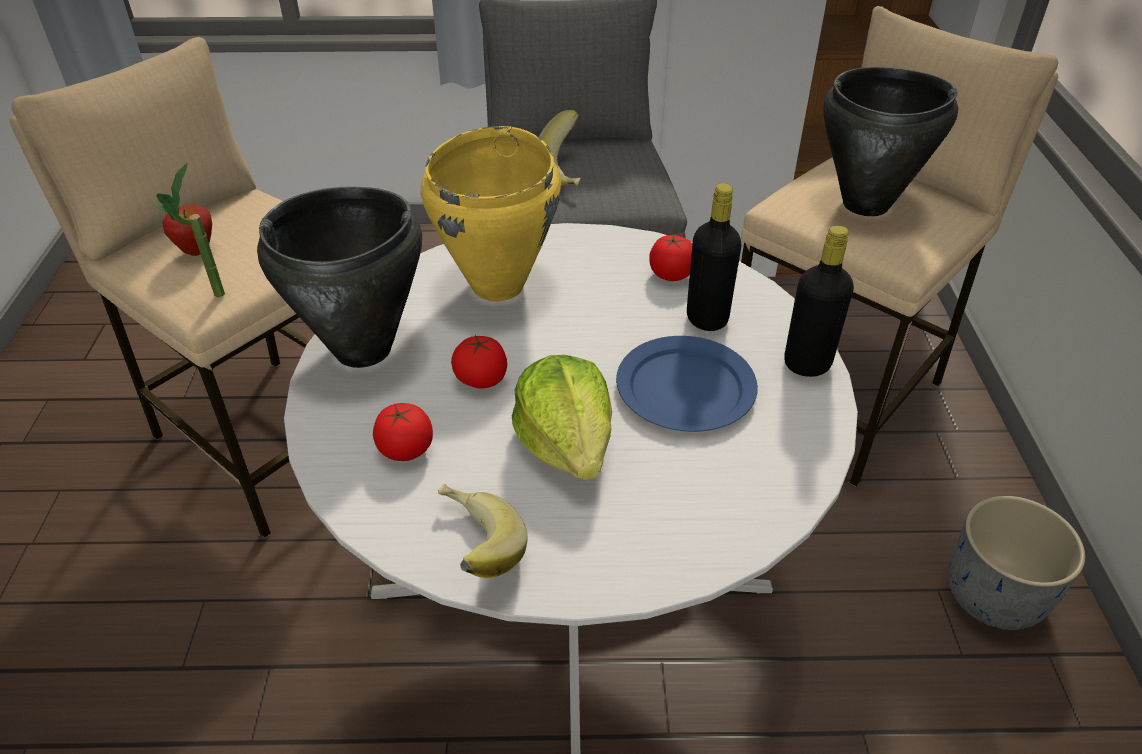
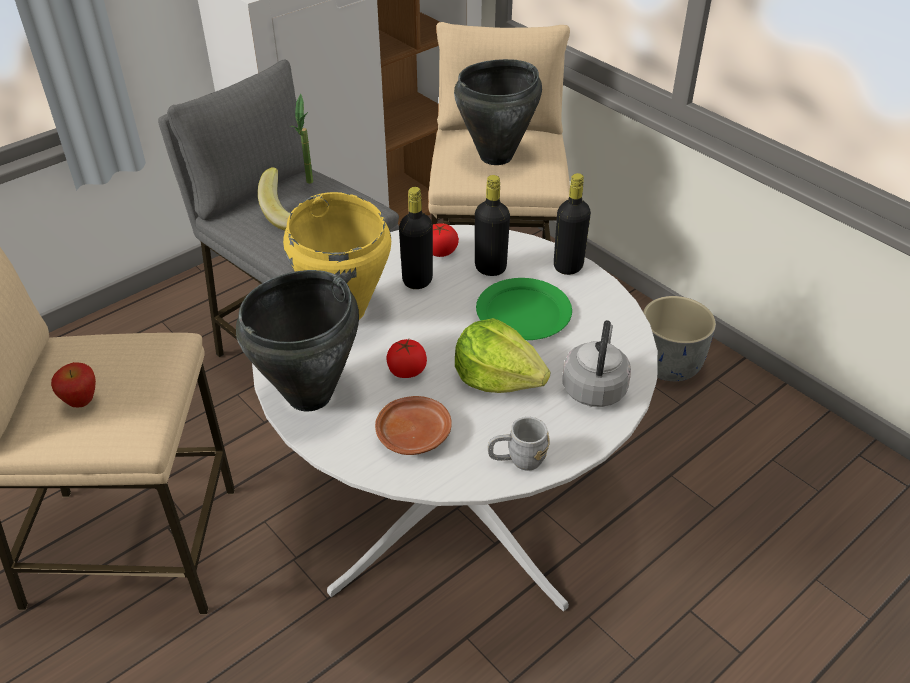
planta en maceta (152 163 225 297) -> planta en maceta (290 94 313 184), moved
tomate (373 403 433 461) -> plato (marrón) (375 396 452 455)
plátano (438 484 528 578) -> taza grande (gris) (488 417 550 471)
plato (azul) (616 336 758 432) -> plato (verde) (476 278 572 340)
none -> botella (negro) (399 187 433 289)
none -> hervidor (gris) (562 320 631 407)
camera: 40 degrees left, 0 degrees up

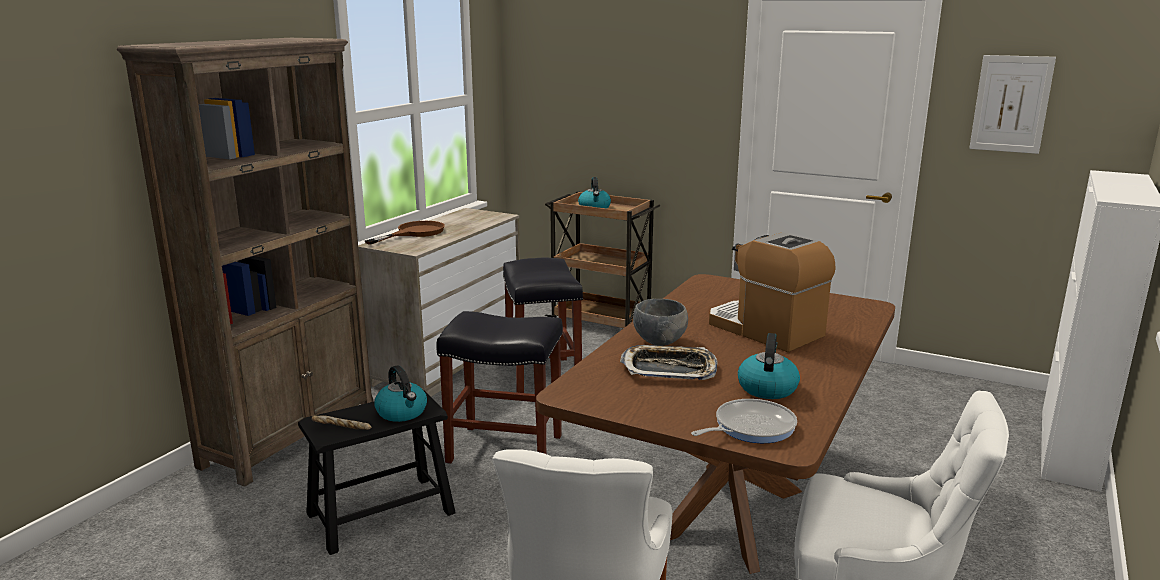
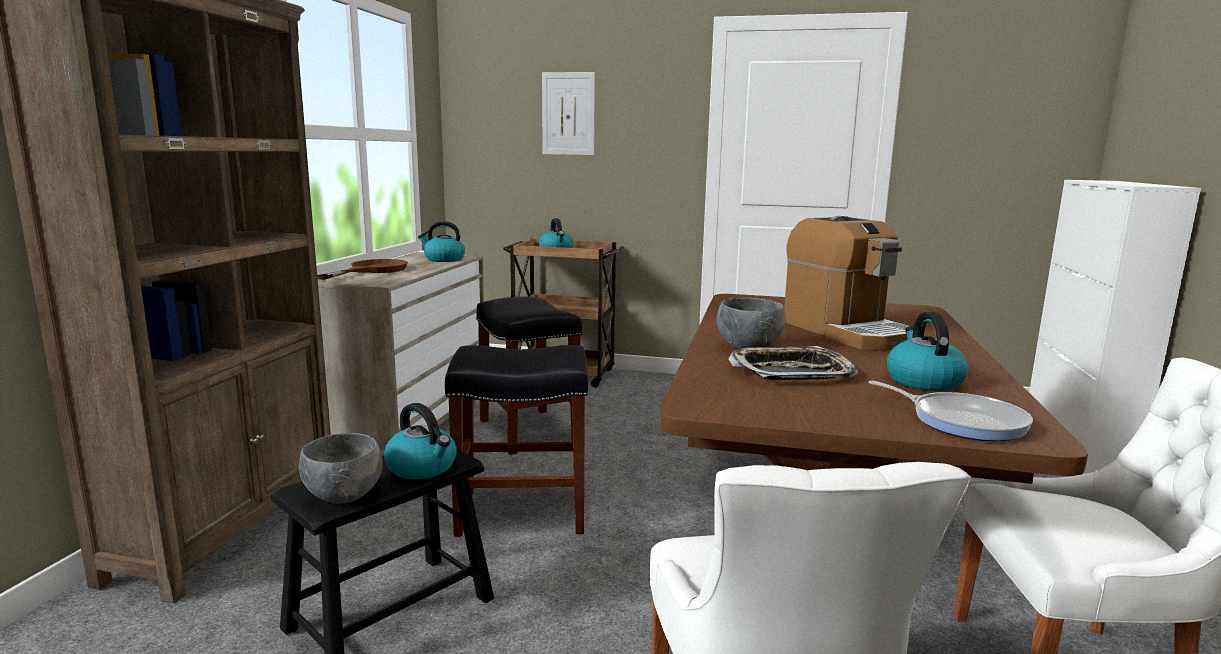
pan (312 415 372 430) -> cuenco (gris) (299 433 383 504)
sartén (691 399 797 443) -> sartén (869 381 1033 441), 90 degrees clockwise
cafetera (709 232 836 352) -> cafetera (784 216 909 351), 150 degrees counterclockwise
cuadro (969 55 1056 154) -> cuadro (542 72 595 155), moved
none -> hervidor (418 221 465 262)
camera: 15 degrees left, 5 degrees down

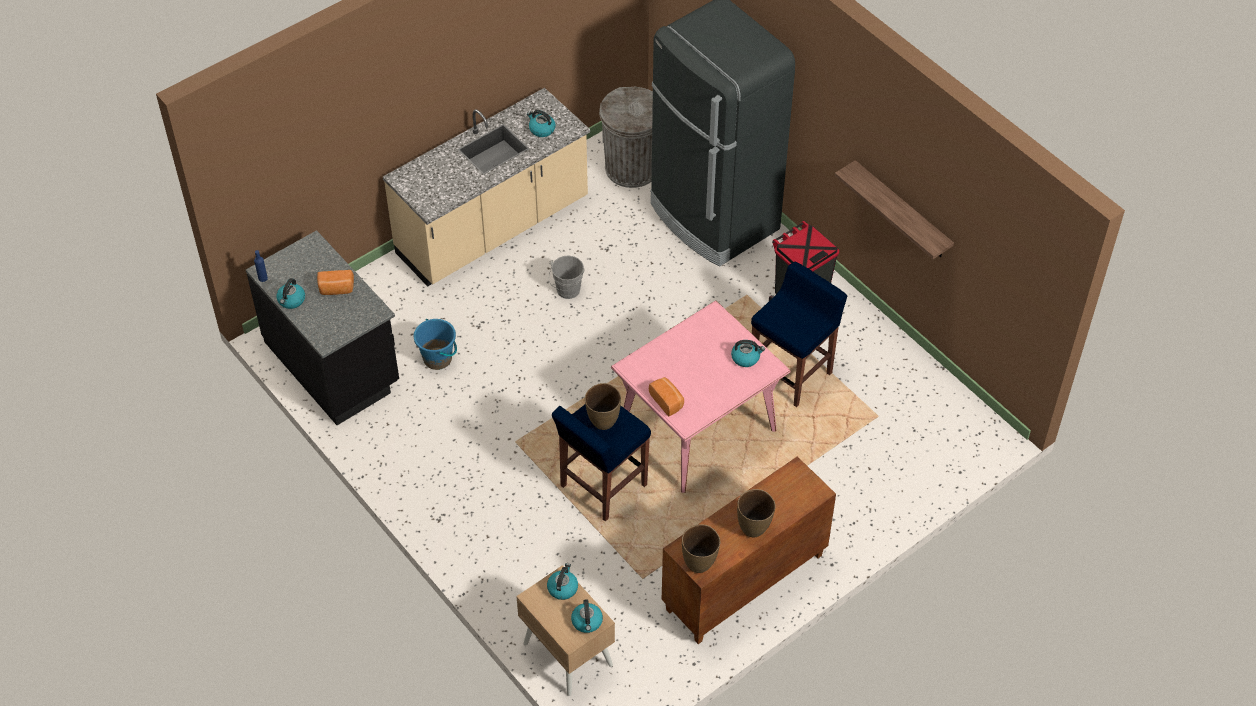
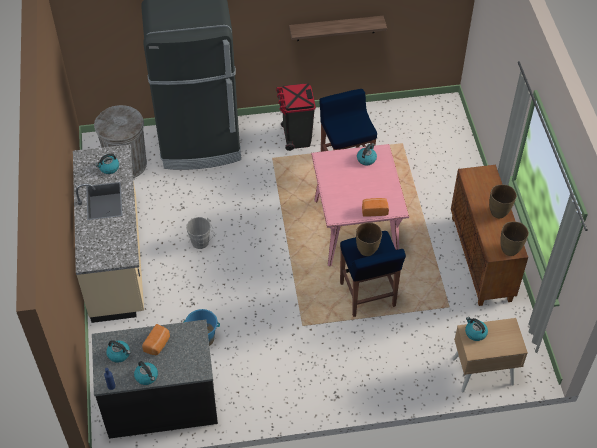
hervidor (571 599 603 633) -> hervidor (106 340 131 363), moved
camera: 60 degrees left, 0 degrees up

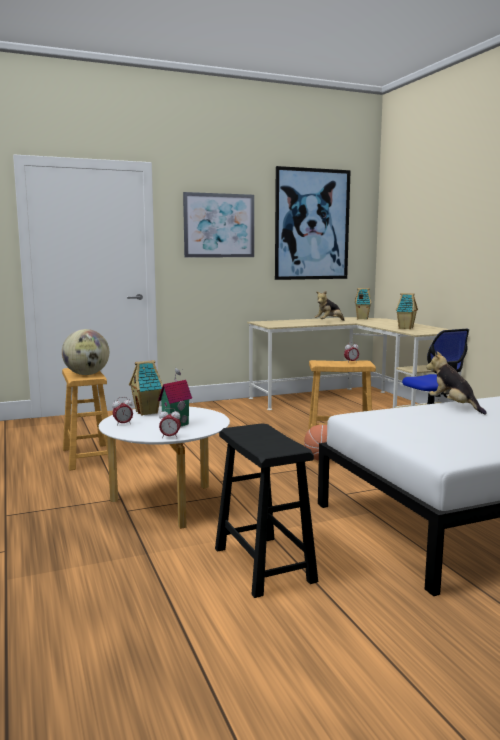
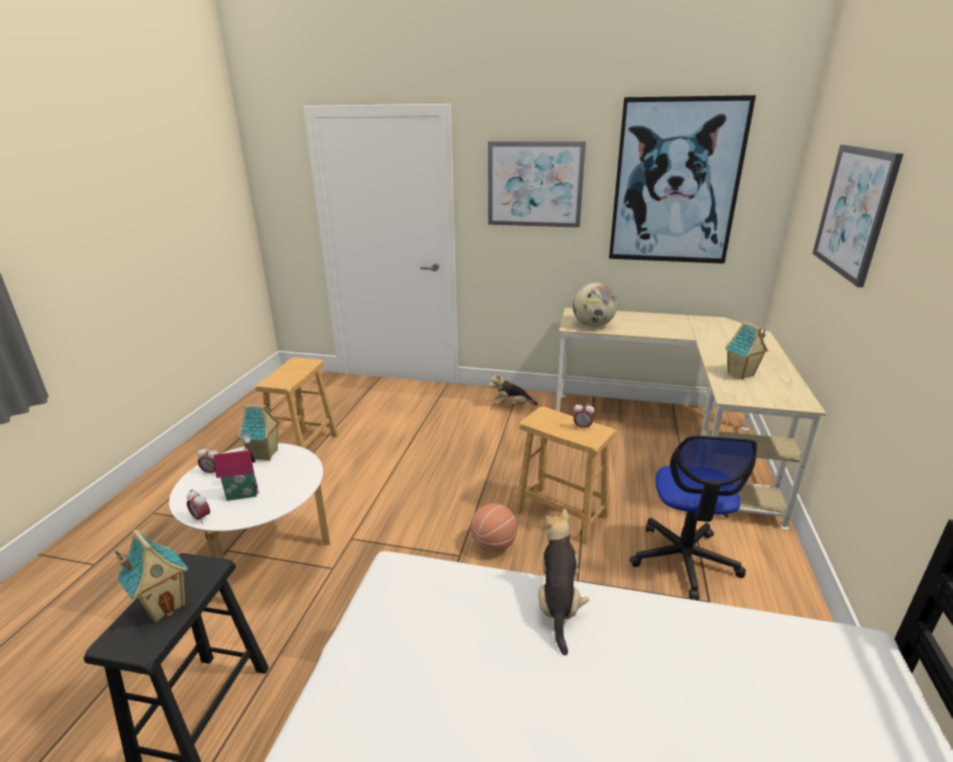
globo terráqueo (62 329 109 375) -> globo terráqueo (572 282 618 327), moved
peluche (314 291 344 321) -> peluche (489 373 538 405), moved
casita (355 288 371 320) -> casita (115 529 189 622), moved
none -> cuadro (813 145 903 287)
camera: 35 degrees right, 15 degrees up

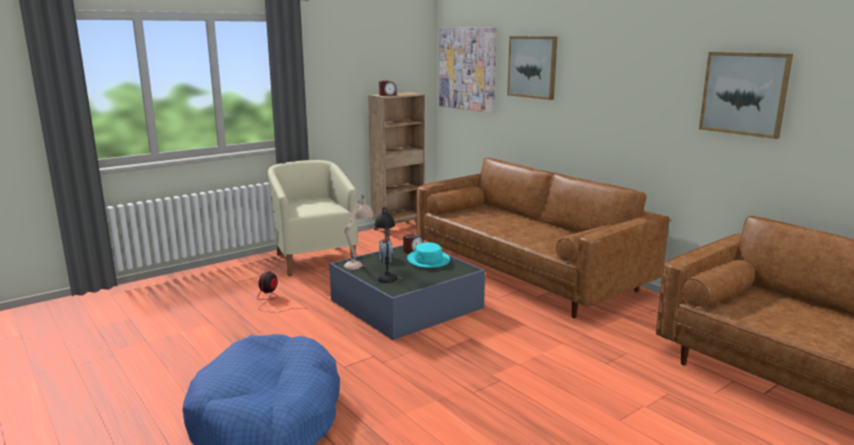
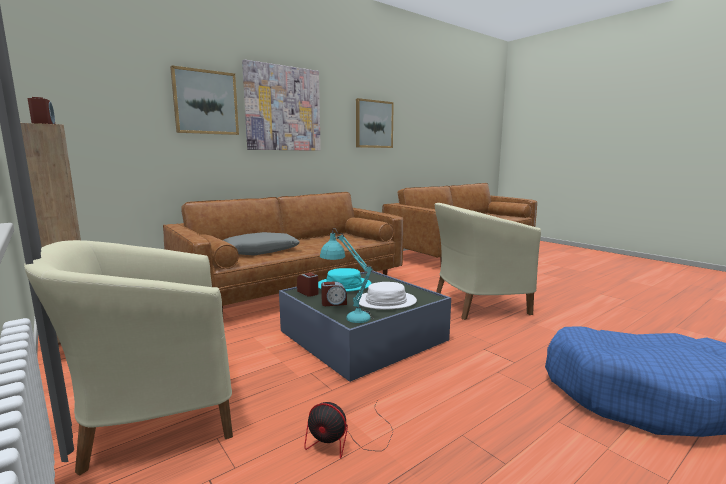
lámpara de mesa (beis) (344 196 374 271) -> lámpara de mesa (turquesa) (320 228 374 323)
lámpara de mesa (negro) (375 203 402 283) -> sombrero (blanco) (357 282 417 310)
cuadro (439 27 497 113) -> cuadro (242 59 321 151), moved
none -> cojín (gris) (223 232 300 255)
none -> sillón (beis) (435 203 541 320)
camera: 90 degrees left, 5 degrees down

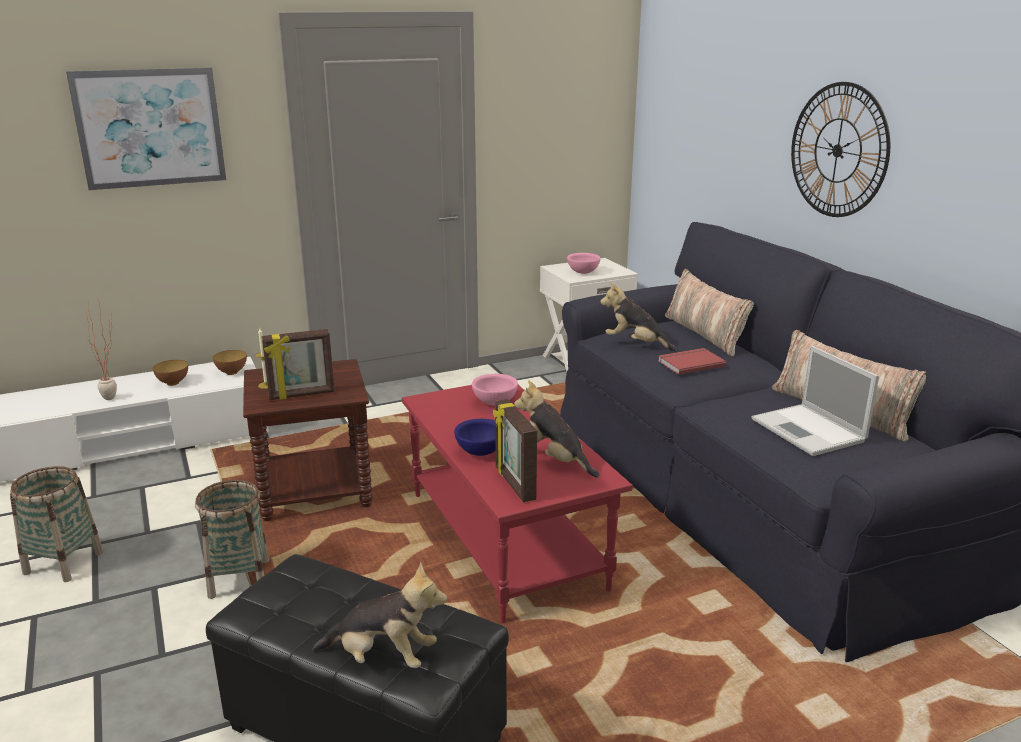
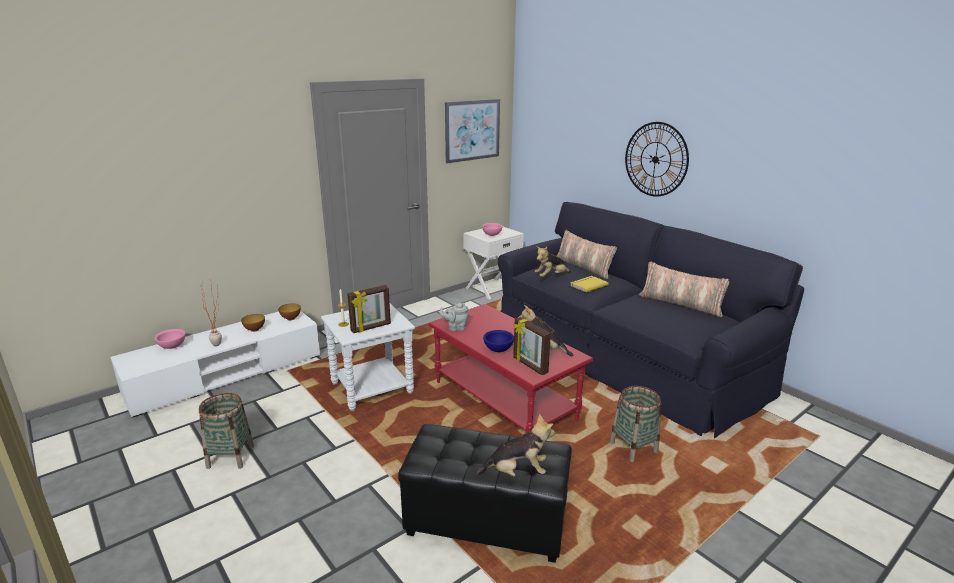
cuadro (66 67 226 190) -> cuadro (445 99 500 164), moved
cesta (195 480 270 599) -> cesta (610 386 661 462), moved
mesa auxiliar (marrón) (243 359 373 521) -> mesa auxiliar (blanco) (321 304 415 411)
cuenco (rosa) (472 374 518 405) -> cuenco (rosa) (154 329 186 349), moved
peluche (600 282 677 352) -> peluche (535 246 571 277), 45 degrees counterclockwise
libro (rojo) (658 348 726 375) -> libro (amarillo) (570 276 609 293)
portátil (752 345 879 456) -> none
none -> tetera (gris) (439 303 469 331)
camera: 15 degrees left, 0 degrees up

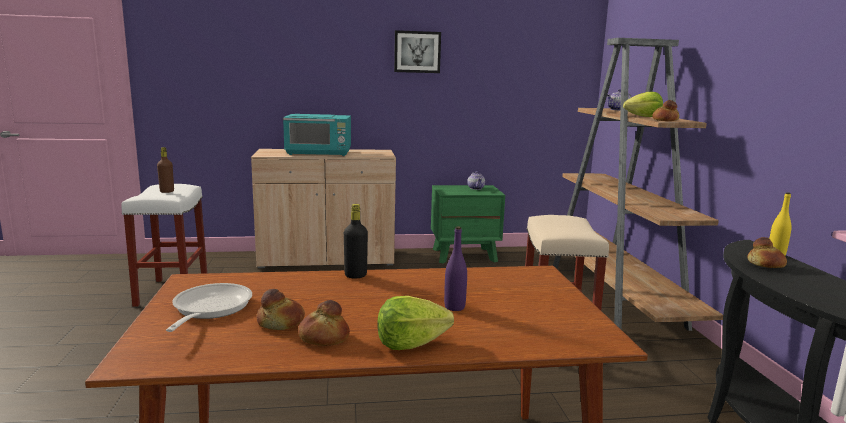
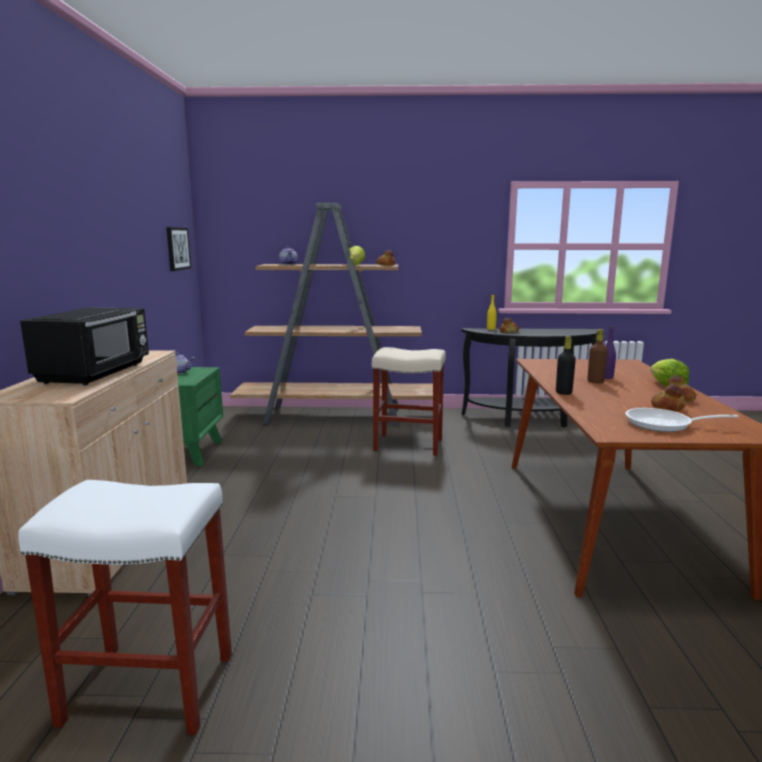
botella (marrón) (157 147 174 193) -> botella (marrón) (587 329 608 383), moved
microondas (turquesa) (283 114 351 156) -> microondas (negro) (20 307 149 385)
cuadro (394 30 441 73) -> cuadro (166 227 191 271), moved
camera: 80 degrees left, 0 degrees up

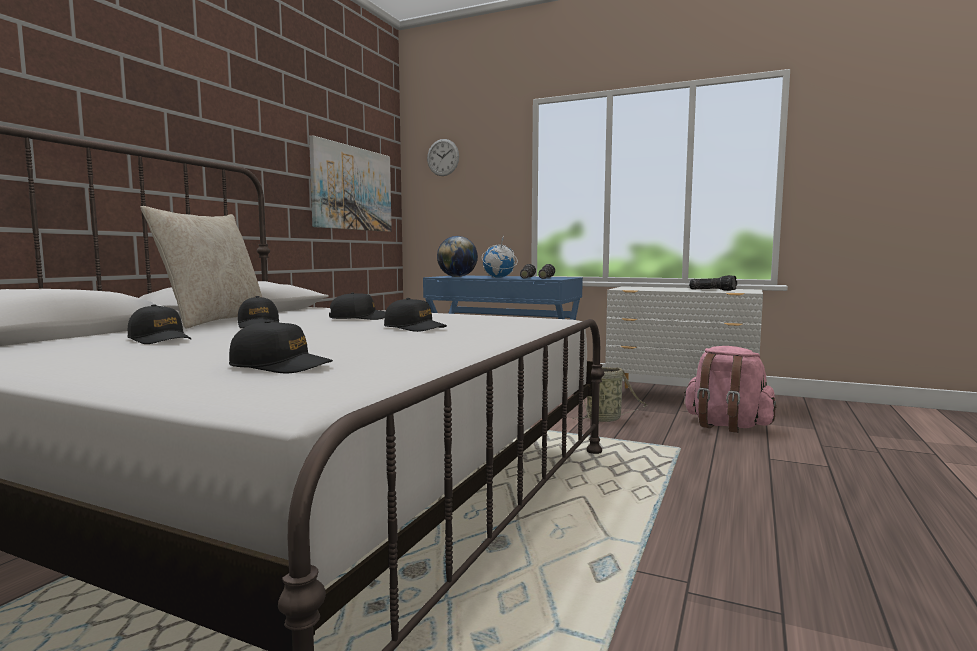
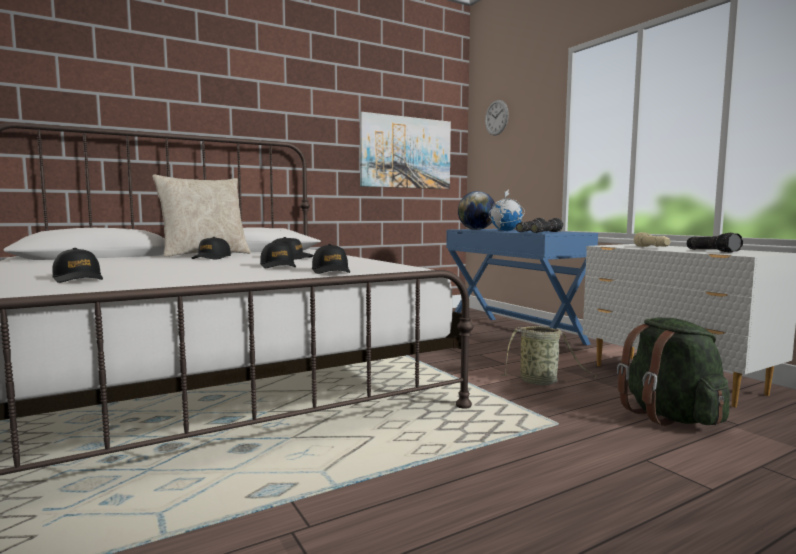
gorra (negro) (127 304 191 344) -> gorra (negro) (312 244 350 274), moved
mochila (rosa) (684 346 776 433) -> mochila (verde) (617 318 730 426)
none -> linterna (beis) (634 232 671 247)
camera: 35 degrees right, 0 degrees up

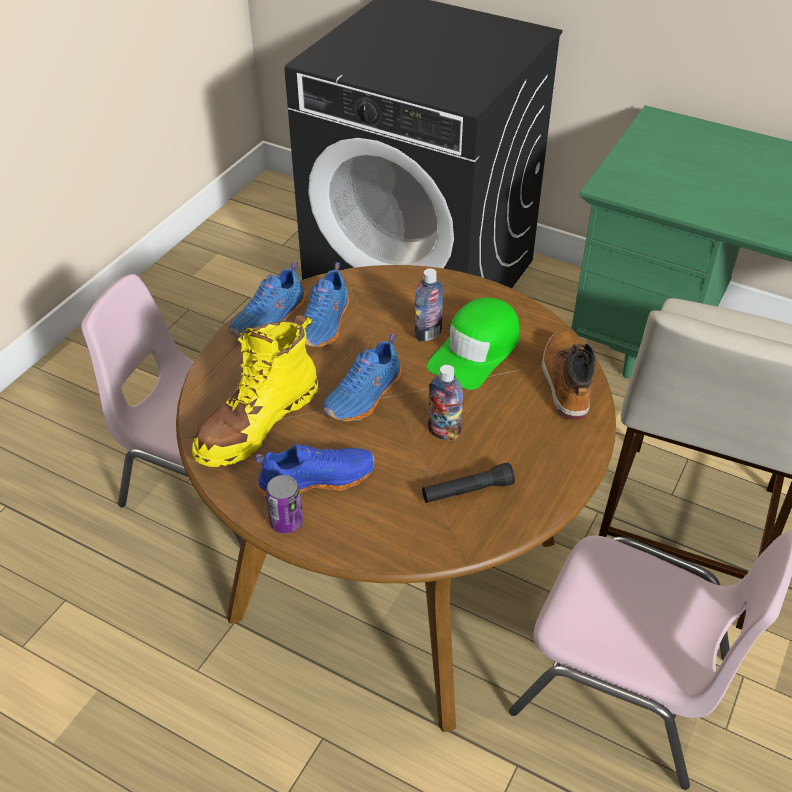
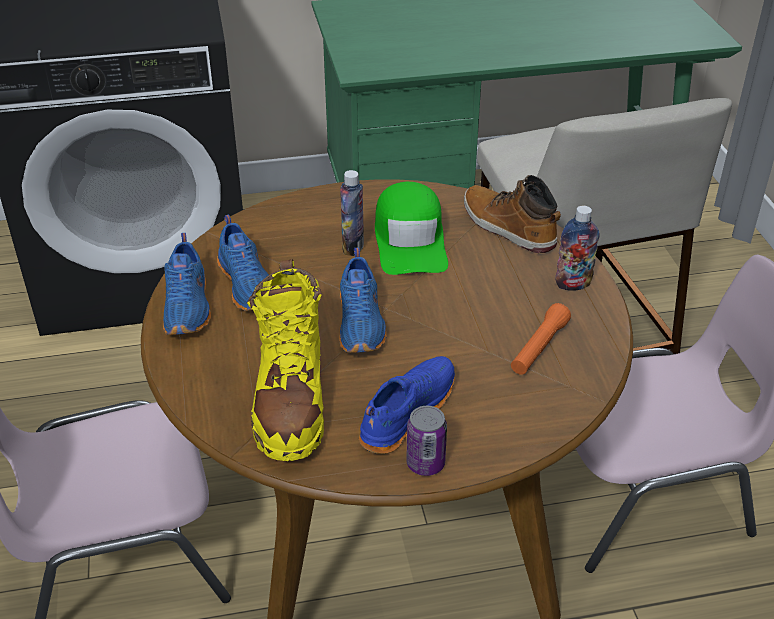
linterna (negro) (422 462 515 503) -> linterna (naranja) (511 303 571 375)
botella (428 365 463 441) -> botella (555 206 600 291), moved
camera: 40 degrees left, 5 degrees down

